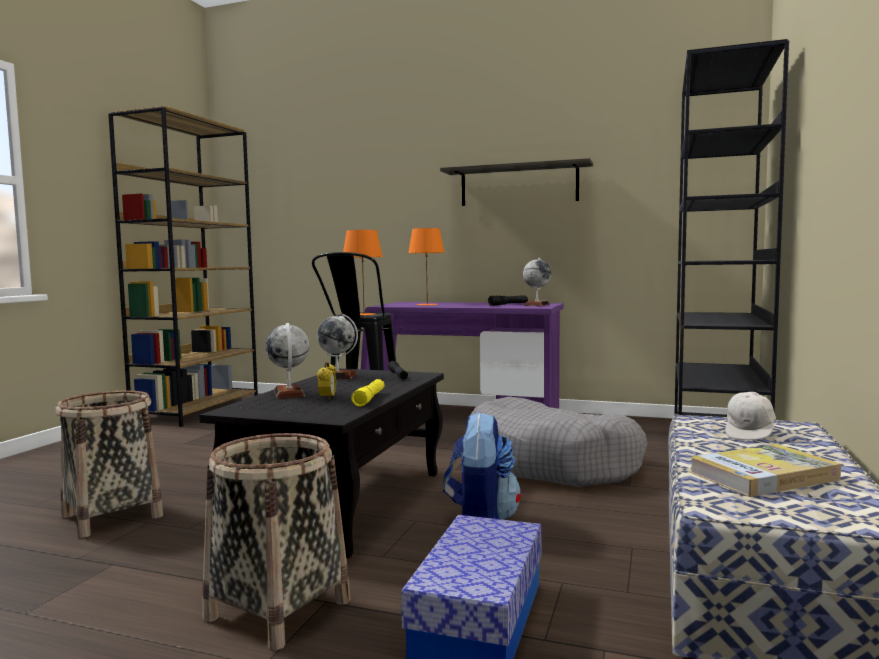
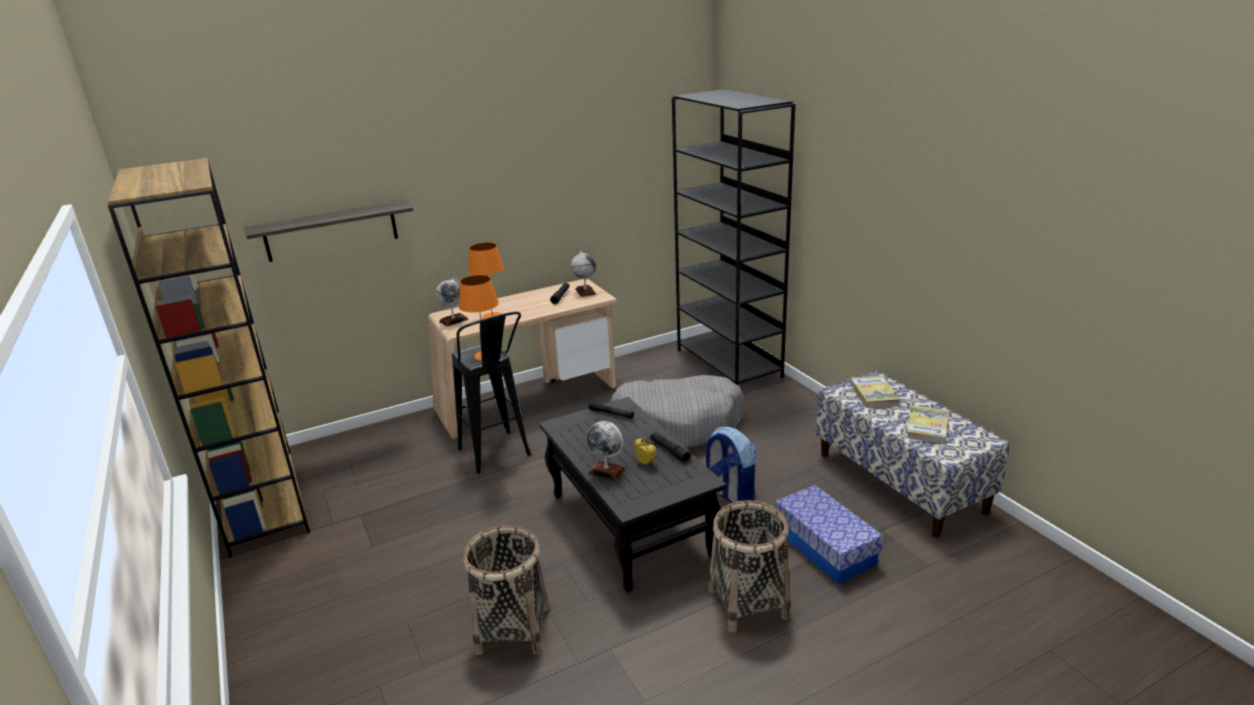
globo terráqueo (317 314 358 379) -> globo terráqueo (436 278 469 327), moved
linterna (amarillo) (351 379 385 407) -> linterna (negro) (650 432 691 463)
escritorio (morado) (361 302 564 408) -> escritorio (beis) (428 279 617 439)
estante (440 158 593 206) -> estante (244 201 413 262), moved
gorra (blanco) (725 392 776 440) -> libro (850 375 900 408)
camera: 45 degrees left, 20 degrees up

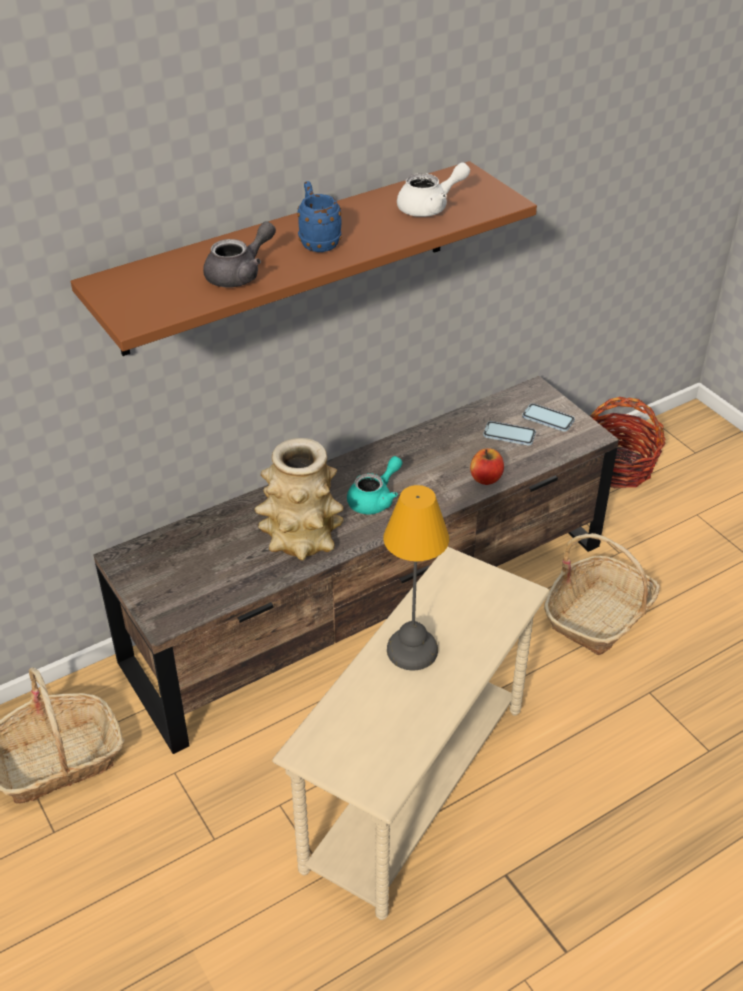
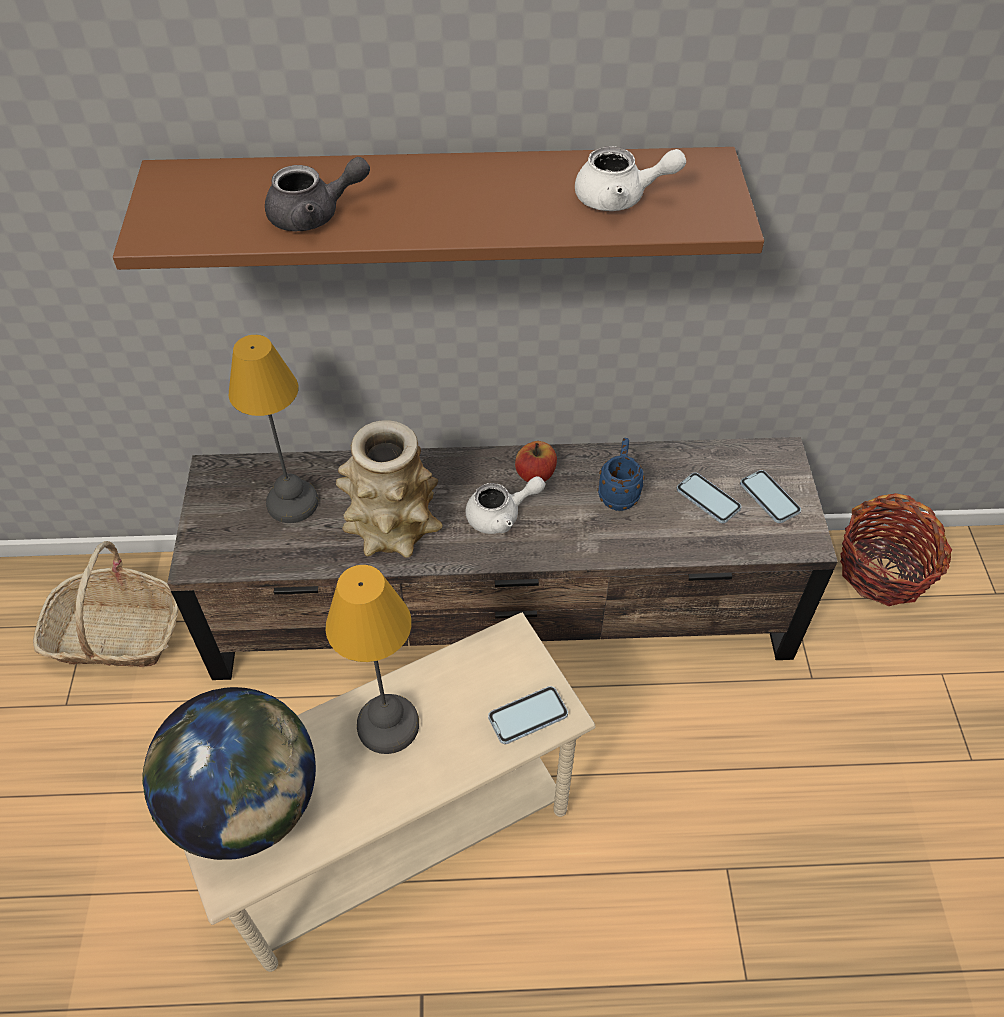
taza grande (azul) (297 181 342 252) -> taza grande (azul) (597 438 645 511), moved
tetera (turquesa) (347 456 402 515) -> tetera (blanco) (466 476 545 534)
manzana (470 448 504 485) -> manzana (515 441 557 482), moved
cesta (544 533 660 655) -> none
none -> globo terráqueo (142 687 316 860)
none -> lámpara de mesa (229 335 319 523)
none -> móvil (488 686 568 744)
camera: 30 degrees right, 10 degrees up

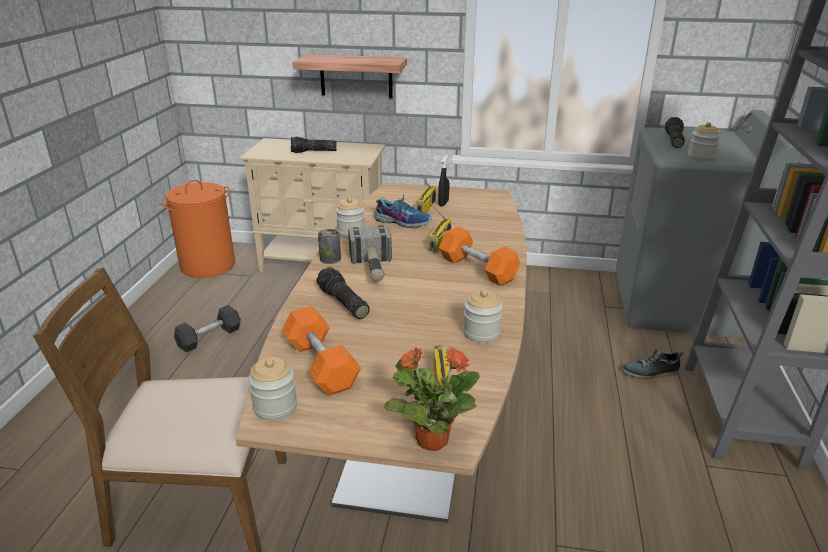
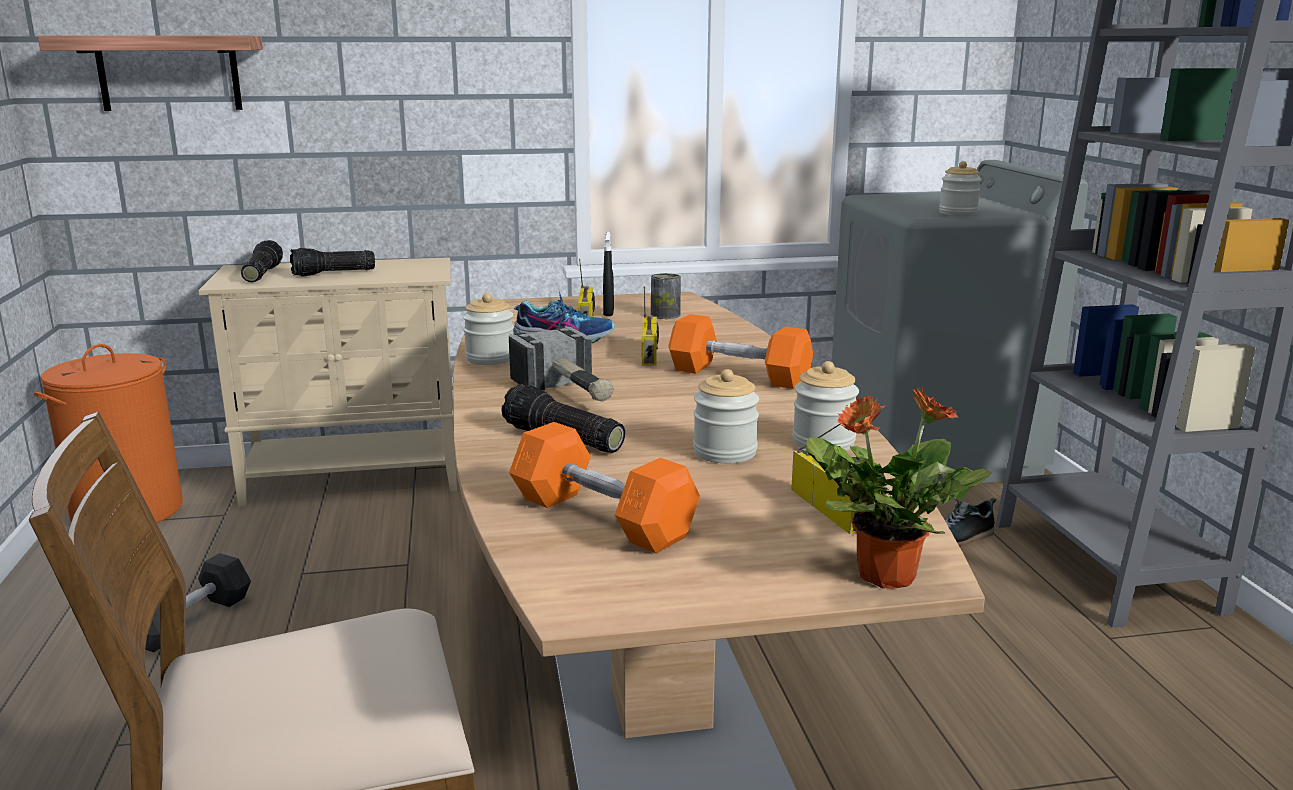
tarro (248 357 297 421) -> tarro (693 369 759 463), moved
estante (292 54 407 98) -> estante (38 35 263 111), moved
lata (318 229 341 264) -> lata (651 273 681 319), moved
linterna (665 117 685 148) -> linterna (241 240 283 282), moved
camera: 20 degrees left, 10 degrees down

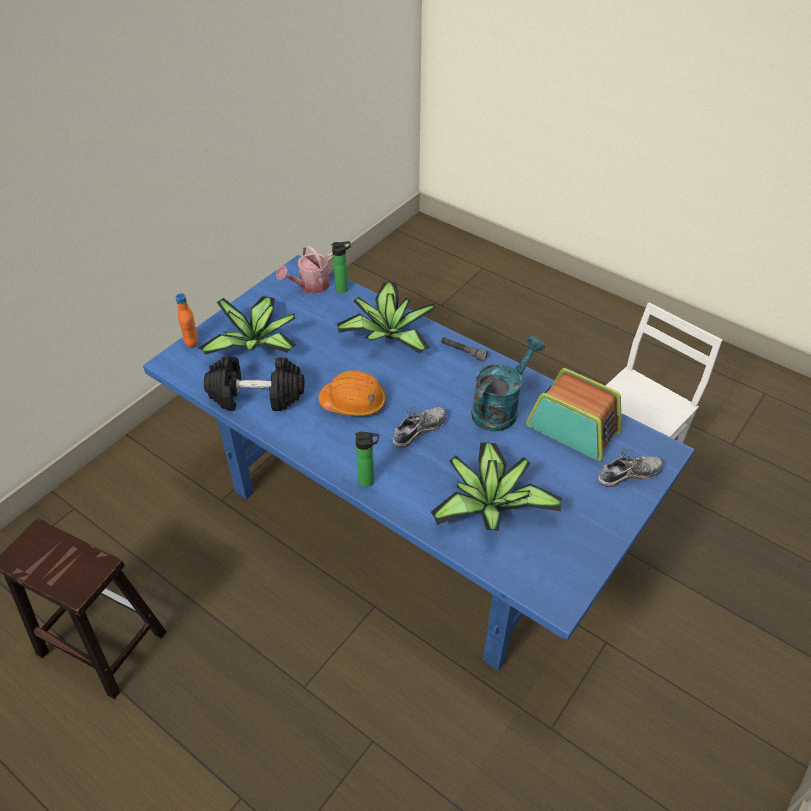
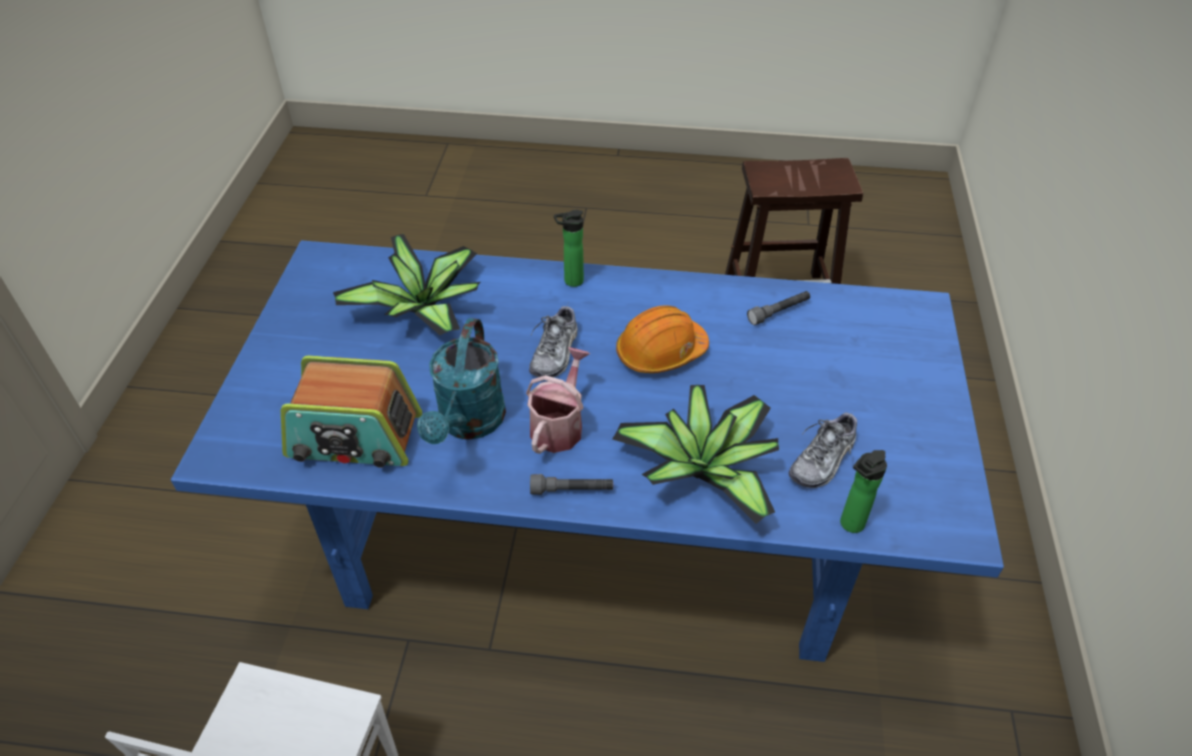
botella (naranja) (176 293 198 348) -> none
planta en maceta (198 296 297 355) -> none
mancuerna (negro) (204 357 304 411) -> linterna (gris) (747 291 810 325)
regadera (276 245 334 294) -> regadera (526 347 590 454), moved
zapato (598 445 663 487) -> zapato (789 412 857 488), moved
camera: 150 degrees right, 0 degrees up

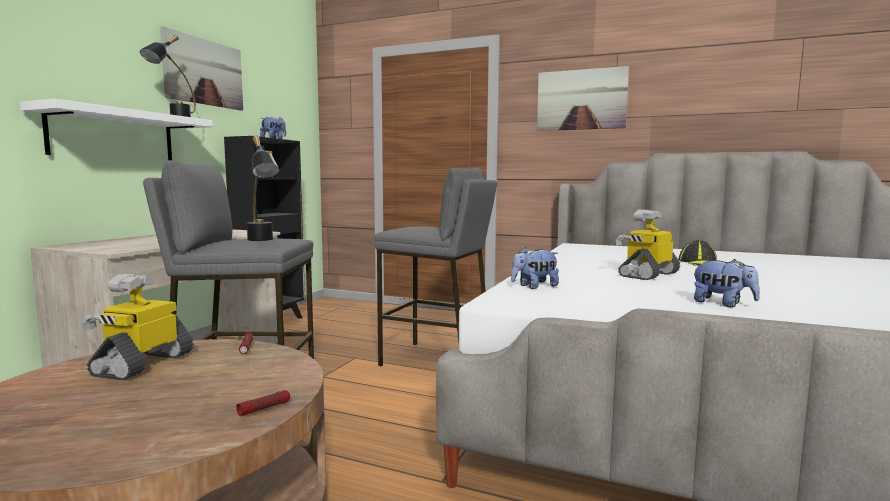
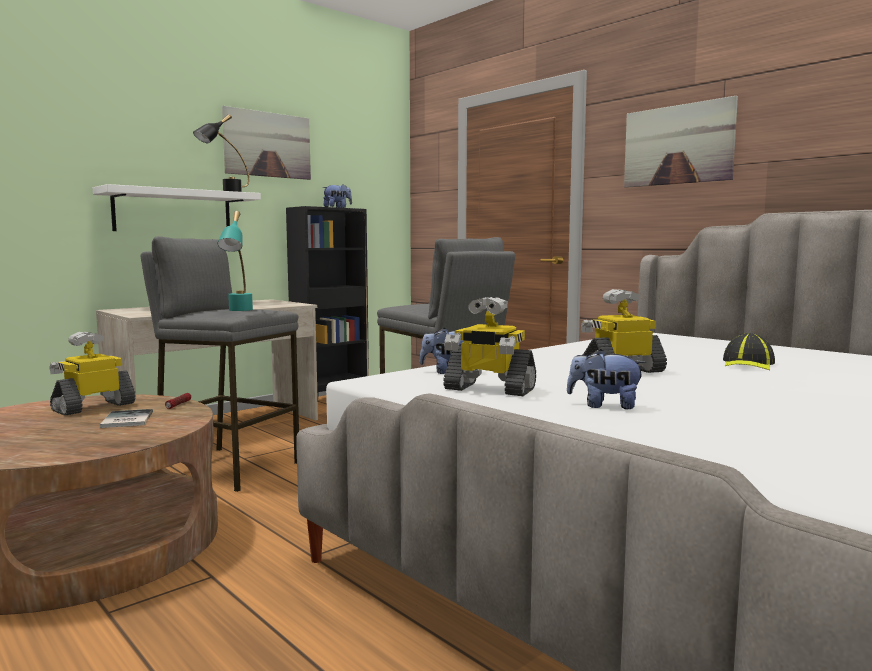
linterna (236 390 290 416) -> none
lámpara de mesa (negro) (247 135 279 241) -> lámpara de mesa (turquesa) (217 211 253 311)
peluche (692 259 760 307) -> peluche (567 349 646 409), 135 degrees clockwise
none -> libro (100 409 153 428)
none -> robot de juguete (443 297 536 396)
camera: 25 degrees right, 0 degrees up

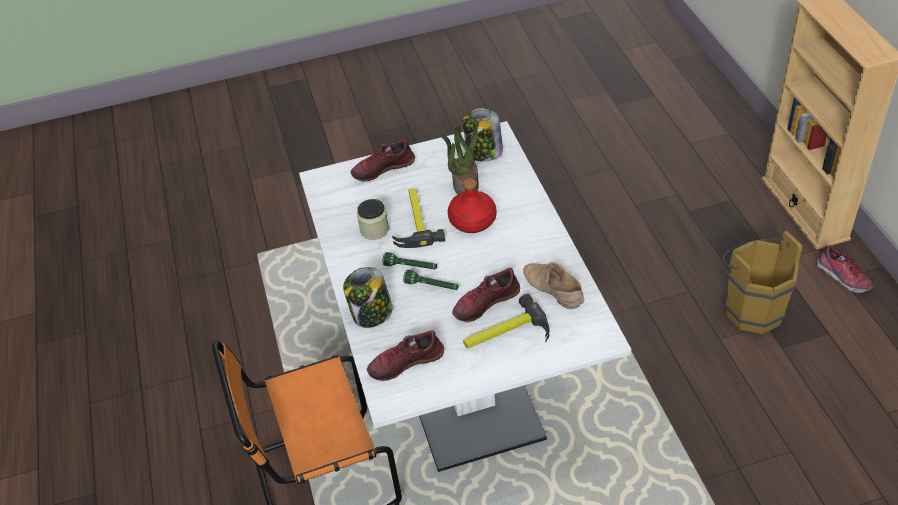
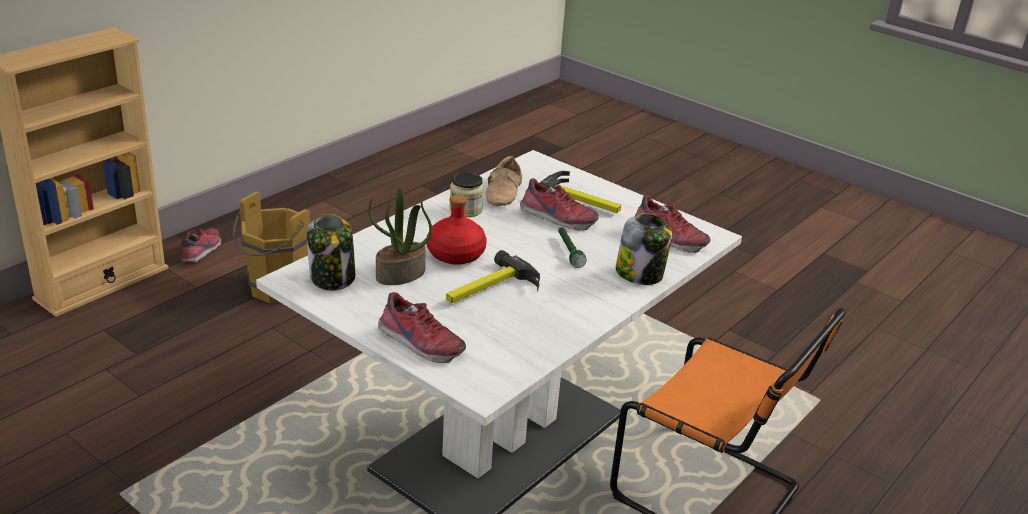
tarro (357 199 389 240) -> tarro (449 172 484 218), moved
linterna (verde) (383 252 437 269) -> none
camera: 130 degrees left, 15 degrees down

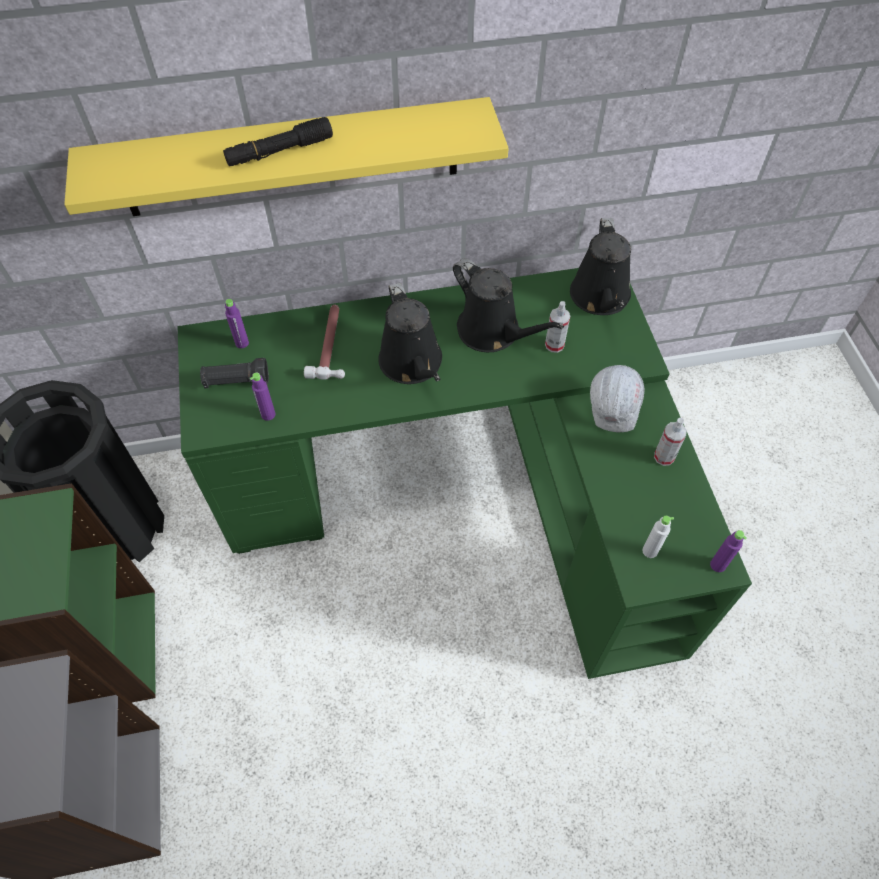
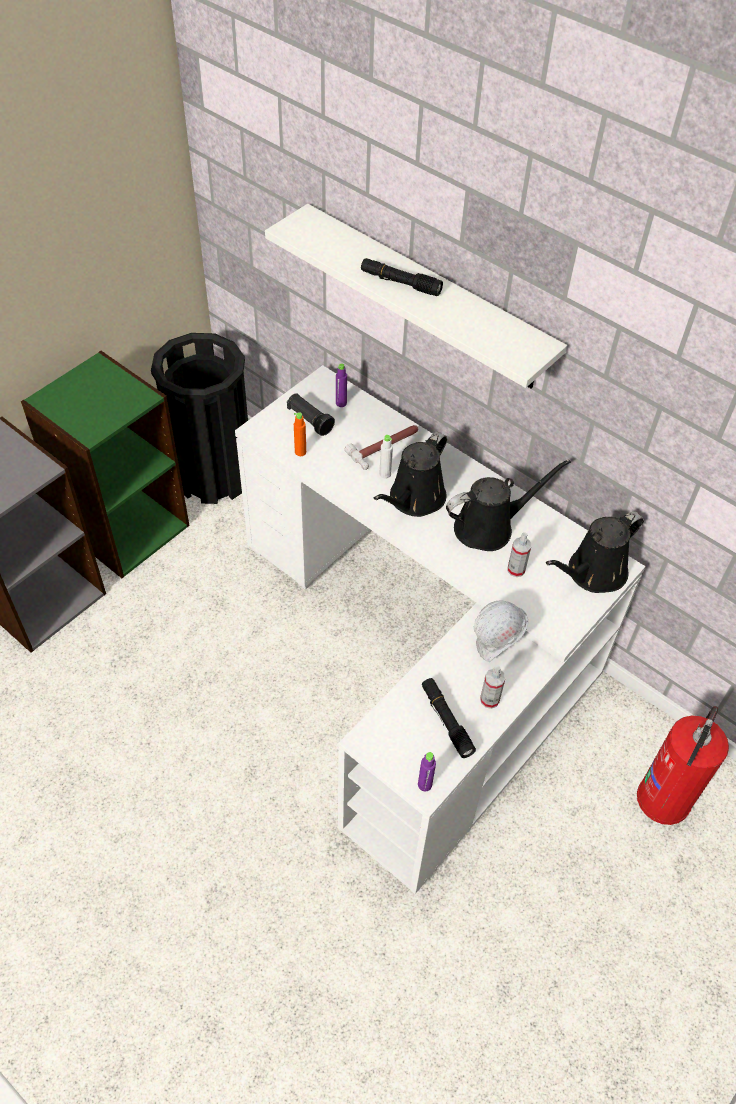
estante (amarillo) (64 97 509 216) -> estante (blanco) (265 204 567 389)
escritorio (verde) (178 268 752 679) -> escritorio (blanco) (235 365 645 894)
botella (morado) (250 373 275 421) -> botella (naranja) (294 412 306 456)
regadera (negro) (453 258 564 352) -> regadera (negro) (446 459 571 551), 120 degrees counterclockwise
botella (blanco) (642 516 674 558) -> botella (blanco) (379 435 393 479), moved
none -> linterna (negro) (422 678 476 758)
none -> extintor (637 706 729 825)
camera: 50 degrees right, 5 degrees down

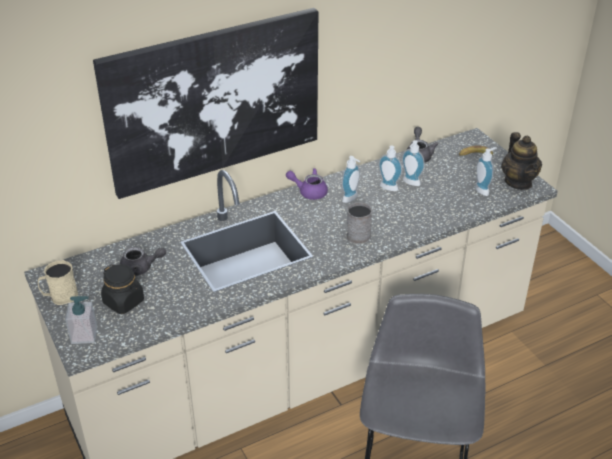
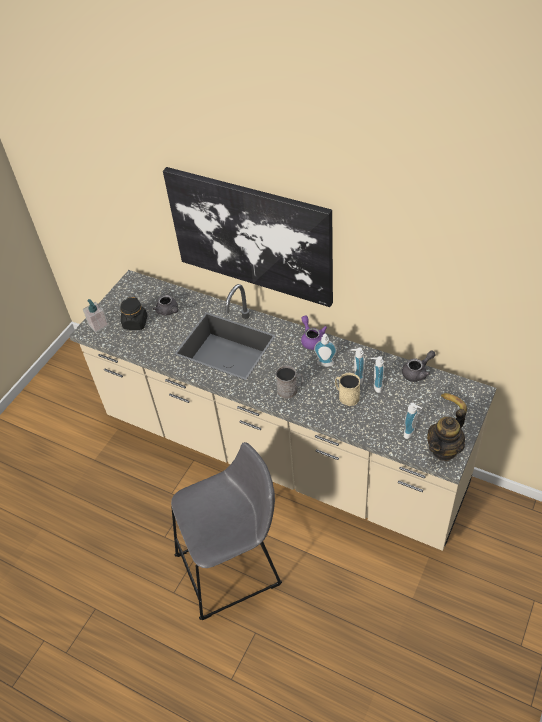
taza grande (beis) (38 260 78 305) -> taza grande (beis) (335 373 360 406), moved
camera: 60 degrees right, 10 degrees up

